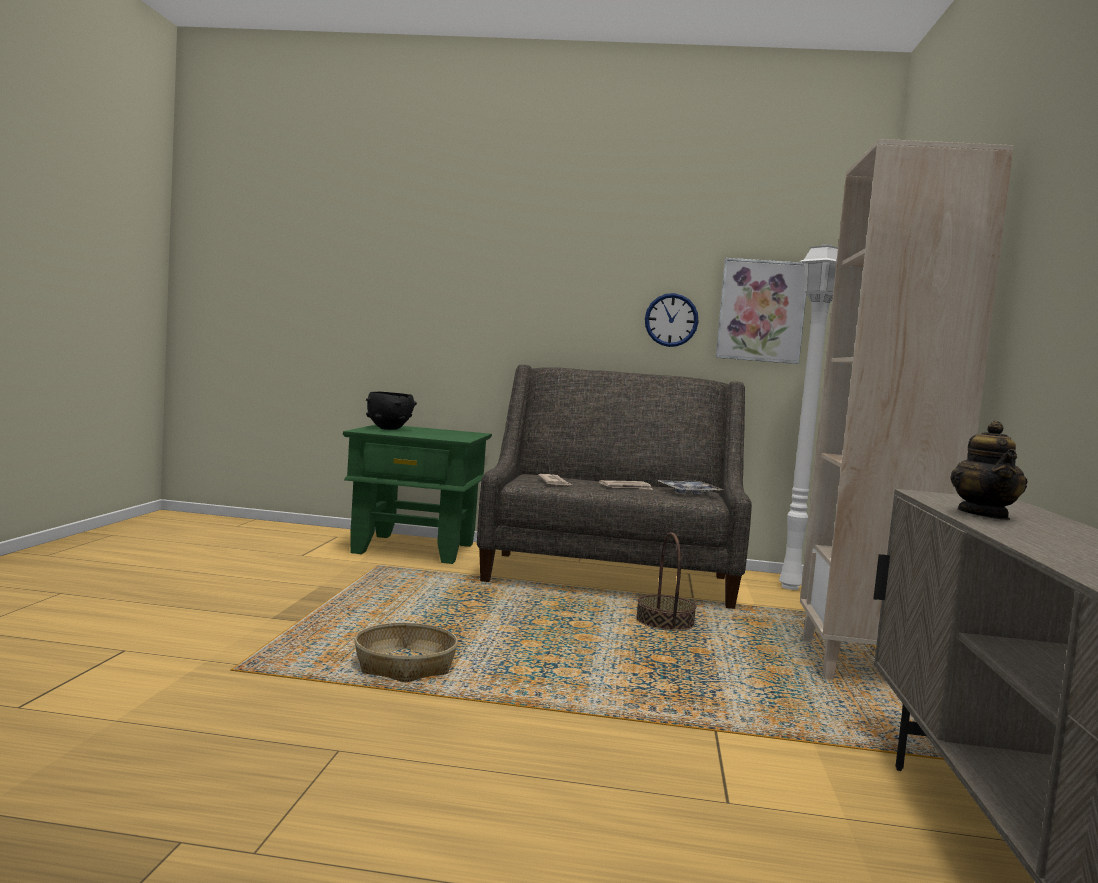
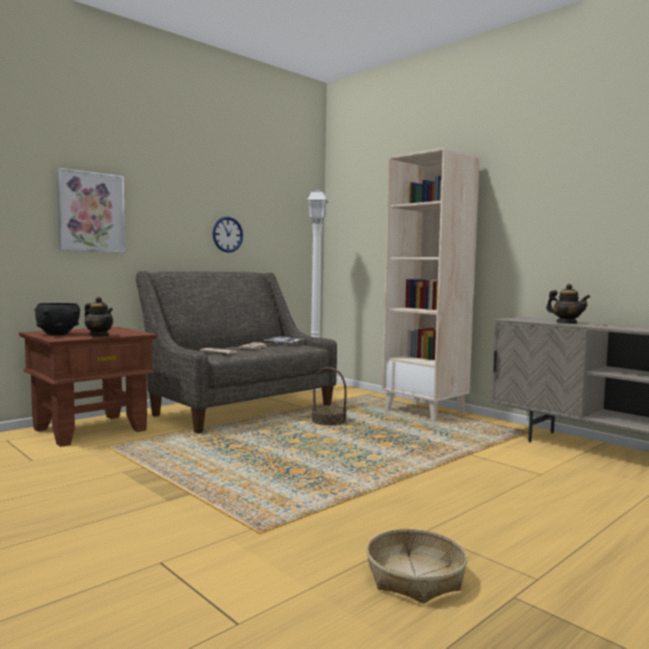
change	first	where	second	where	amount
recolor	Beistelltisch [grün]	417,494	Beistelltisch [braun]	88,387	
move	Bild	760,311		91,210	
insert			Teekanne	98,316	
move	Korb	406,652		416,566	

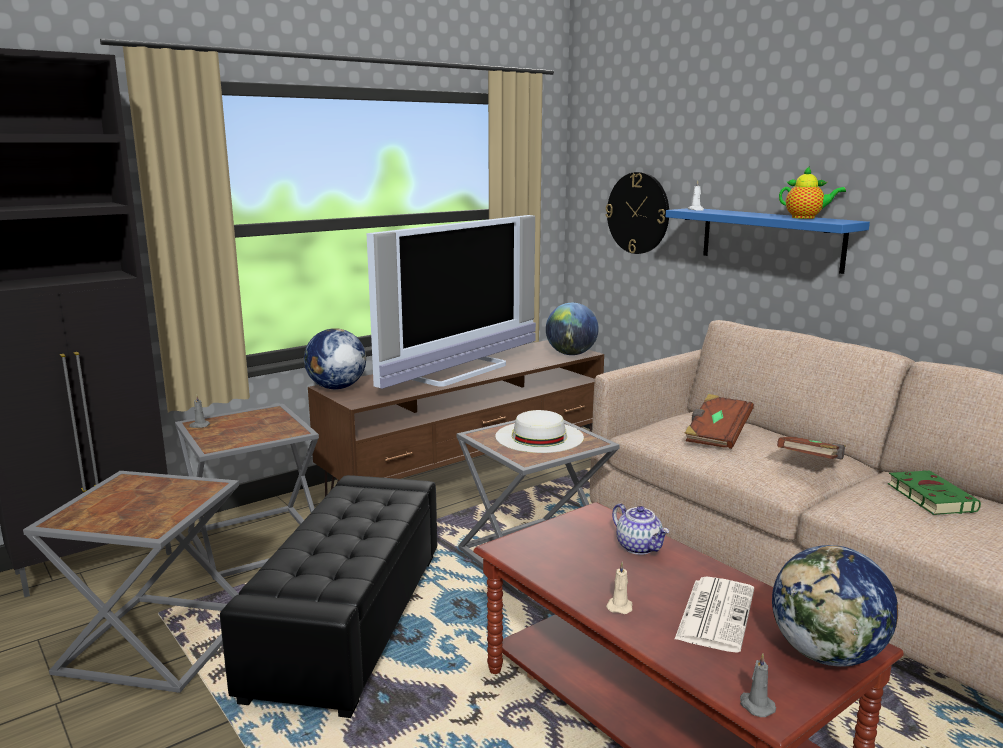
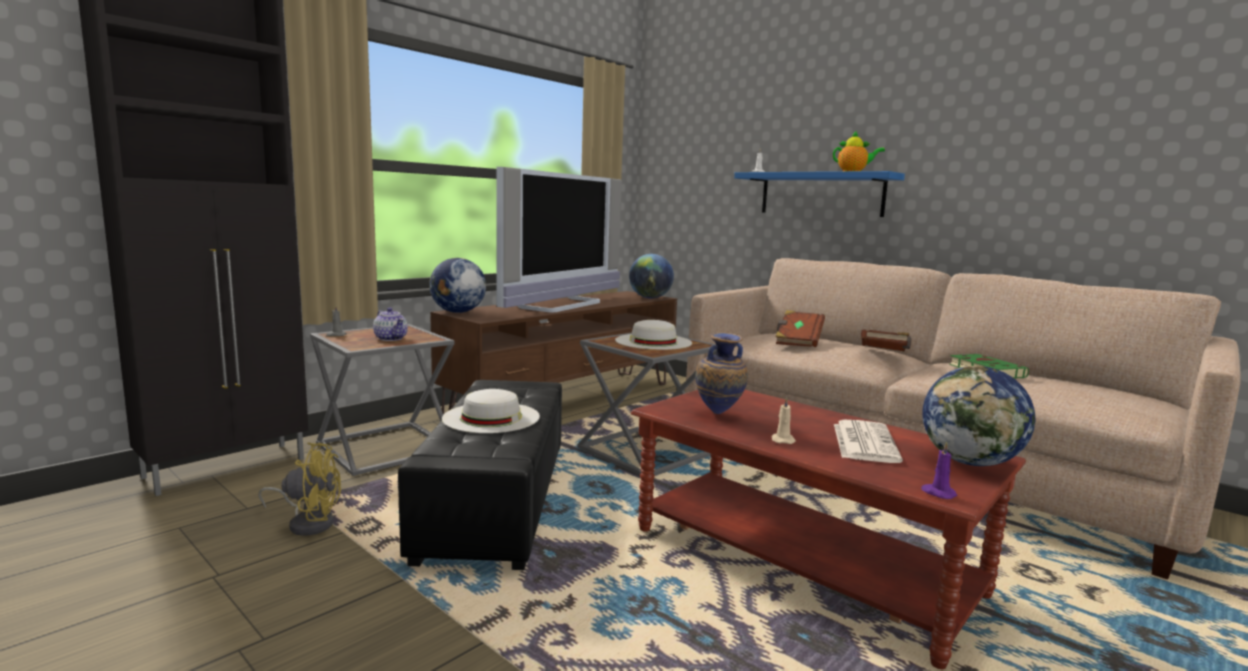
change	first	where	second	where	amount
replace	Beistelltisch [grau]	131,582	Ventilator [gelb]	299,489	
move	Teekanne	640,529		390,324	
insert			Hut [weiß]	491,411	
insert			Vase	721,373	
recolor	Kerze [grau]	758,685	Kerze [lila]	939,470	
delete	Wanduhr	637,213			

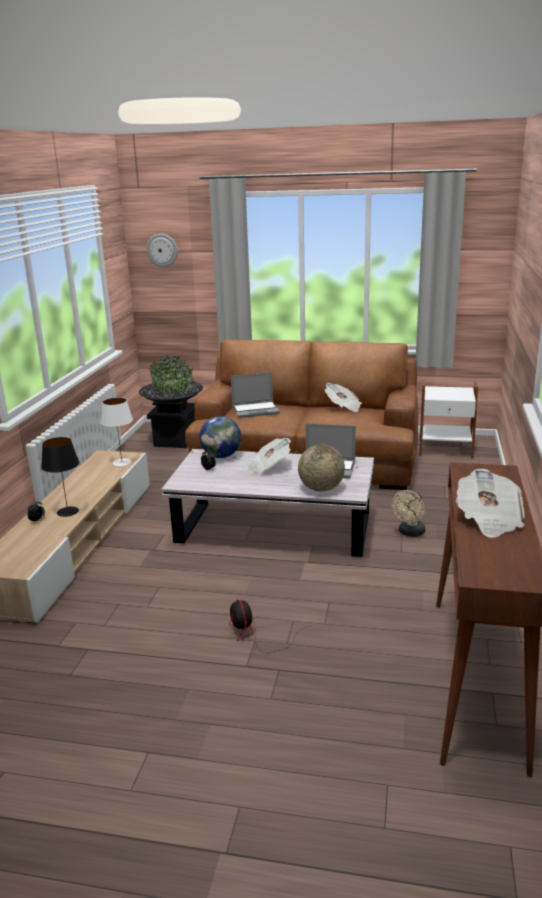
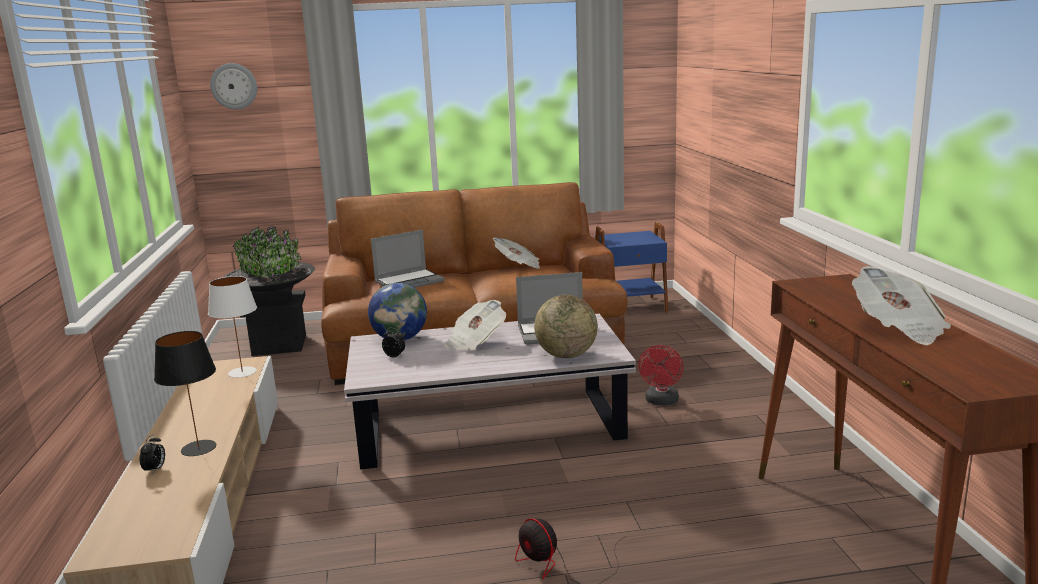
change	first	where	second	where	amount
recolor	Beistelltisch [weiß]	448,419	Beistelltisch [blau]	631,267	
recolor	Ventilator [beige]	408,513	Ventilator [rot]	661,375	

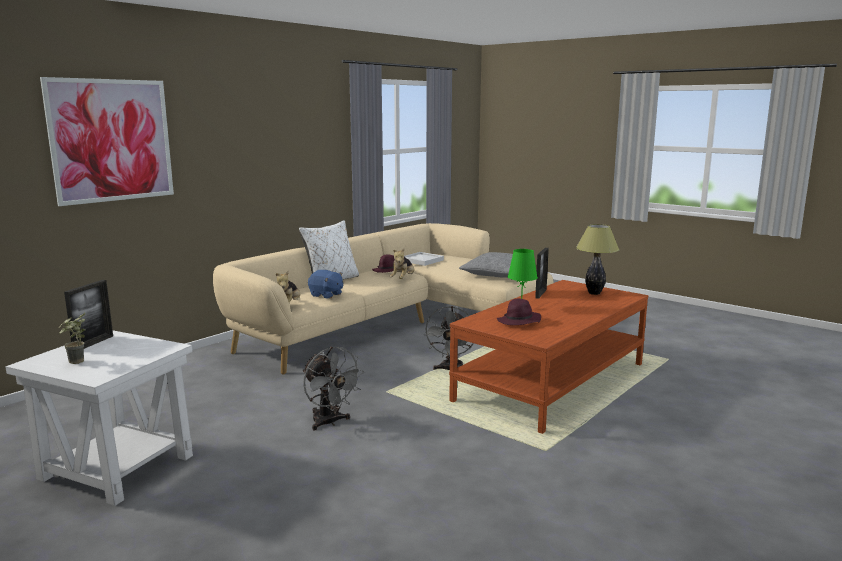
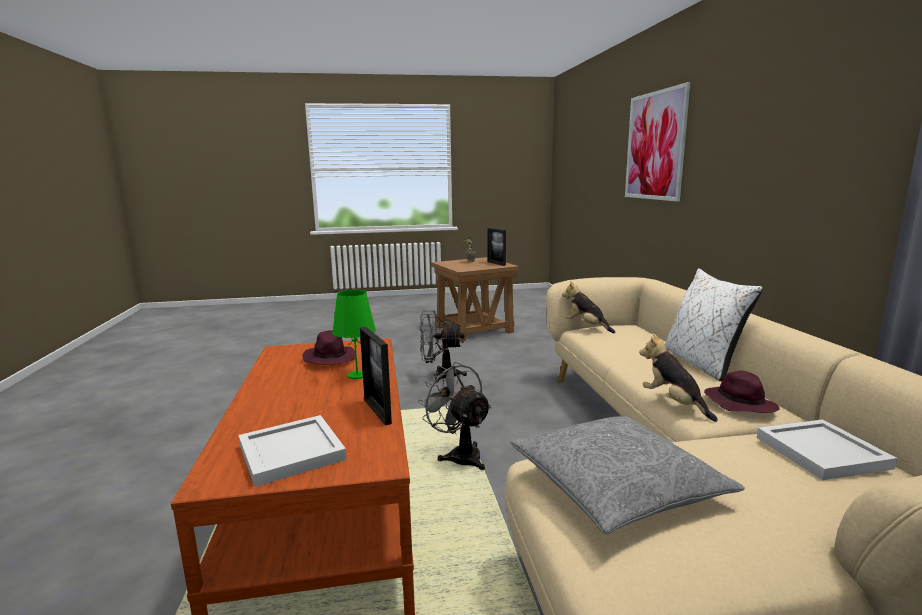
change	first	where	second	where	amount
replace	Tischlampe	597,259	Tablett [weiß]	292,451	
recolor	Beistelltisch [weiß]	99,418	Beistelltisch [braun]	475,299	
delete	Plüschtier [blau]	325,284			

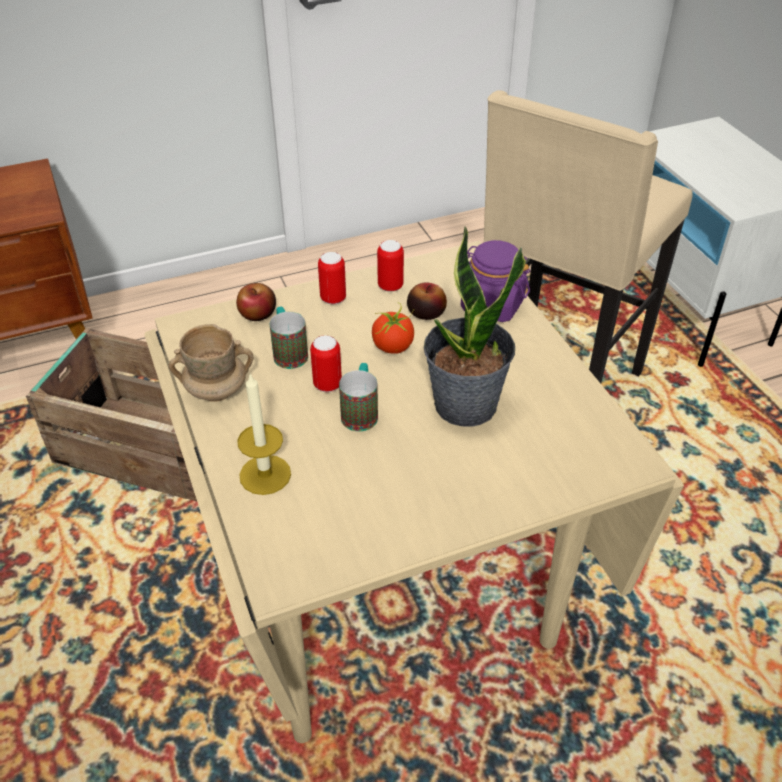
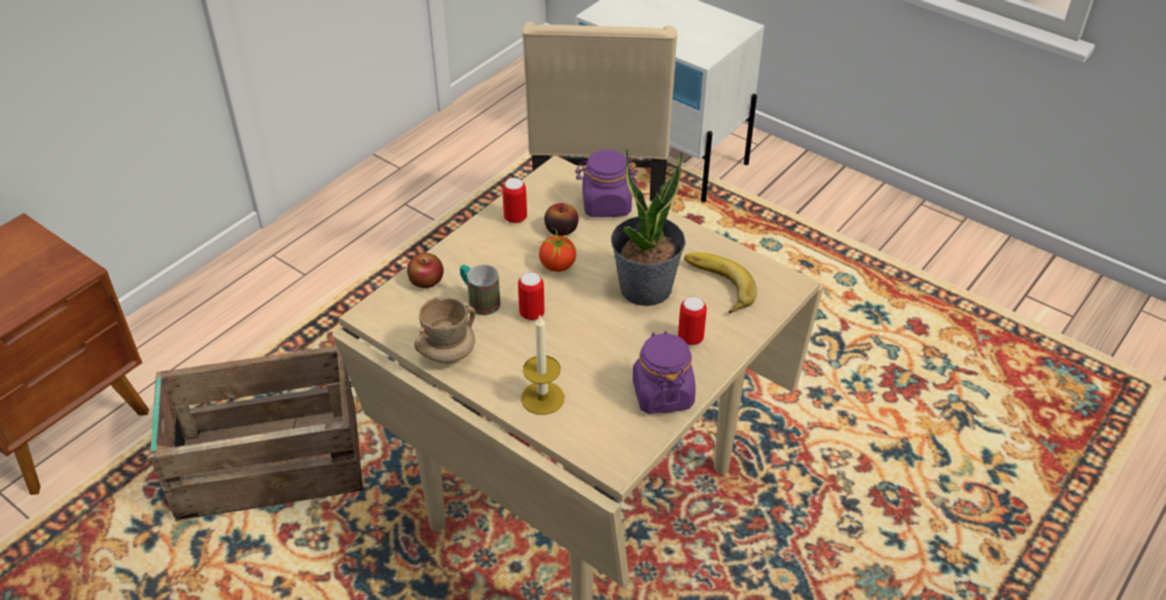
change	first	where	second	where	amount
insert			Vorratsglas [lila]	664,372	
move	Dose	332,278		692,321	
insert			Banane	720,283	
delete	Henkelbecher	358,397			

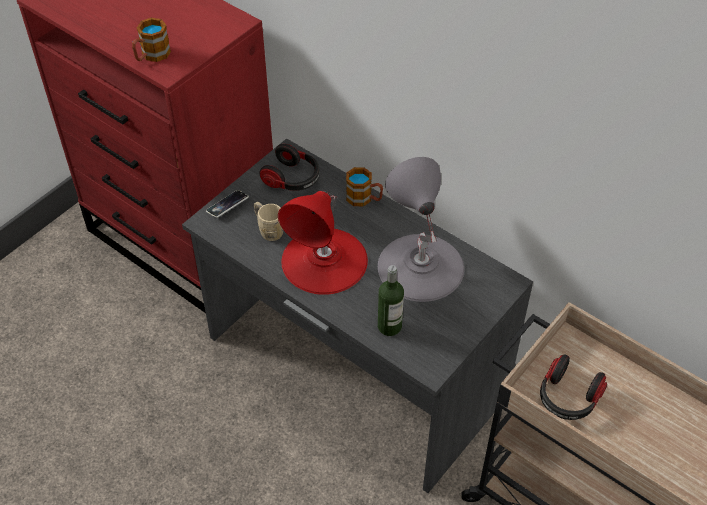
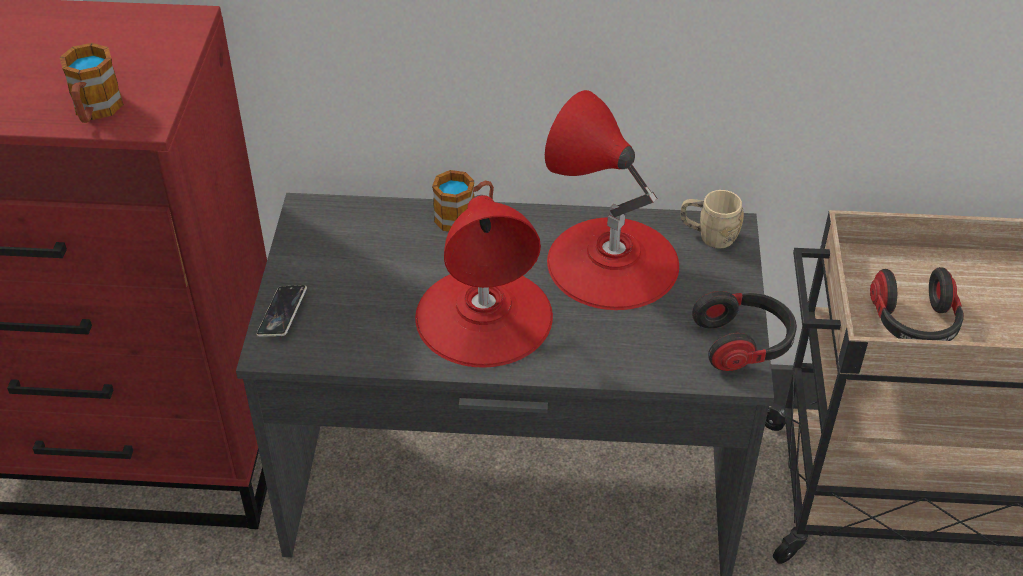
change	first	where	second	where	amount
recolor	Tischlampe [grau]	421,229	Tischlampe [rot]	612,200	
move	Henkelbecher [beige]	268,221		712,219	
move	Kopfhörer	289,167		744,331	
delete	Flasche	391,300			

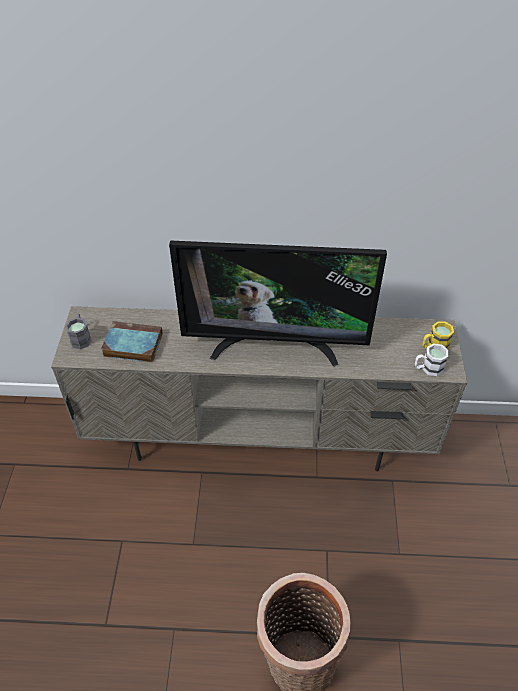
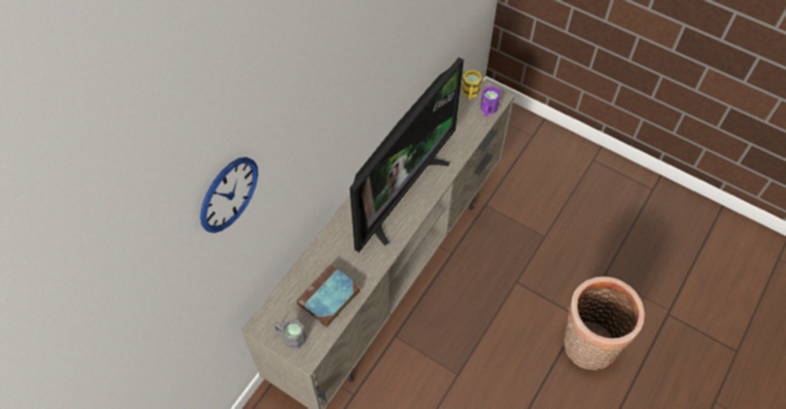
change	first	where	second	where	amount
insert			Wanduhr	229,195	
recolor	Henkelbecher [weiß]	431,359	Henkelbecher [lila]	490,102	

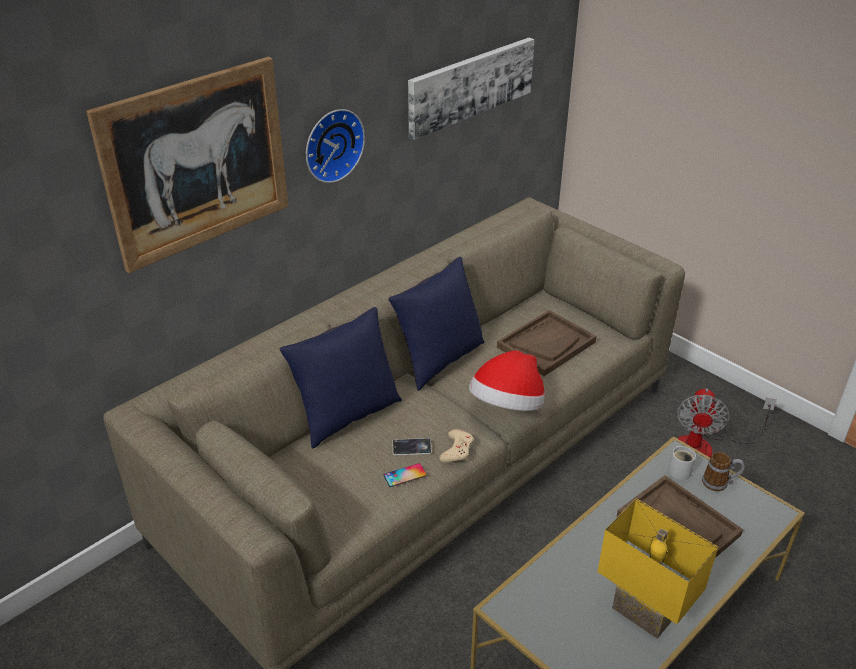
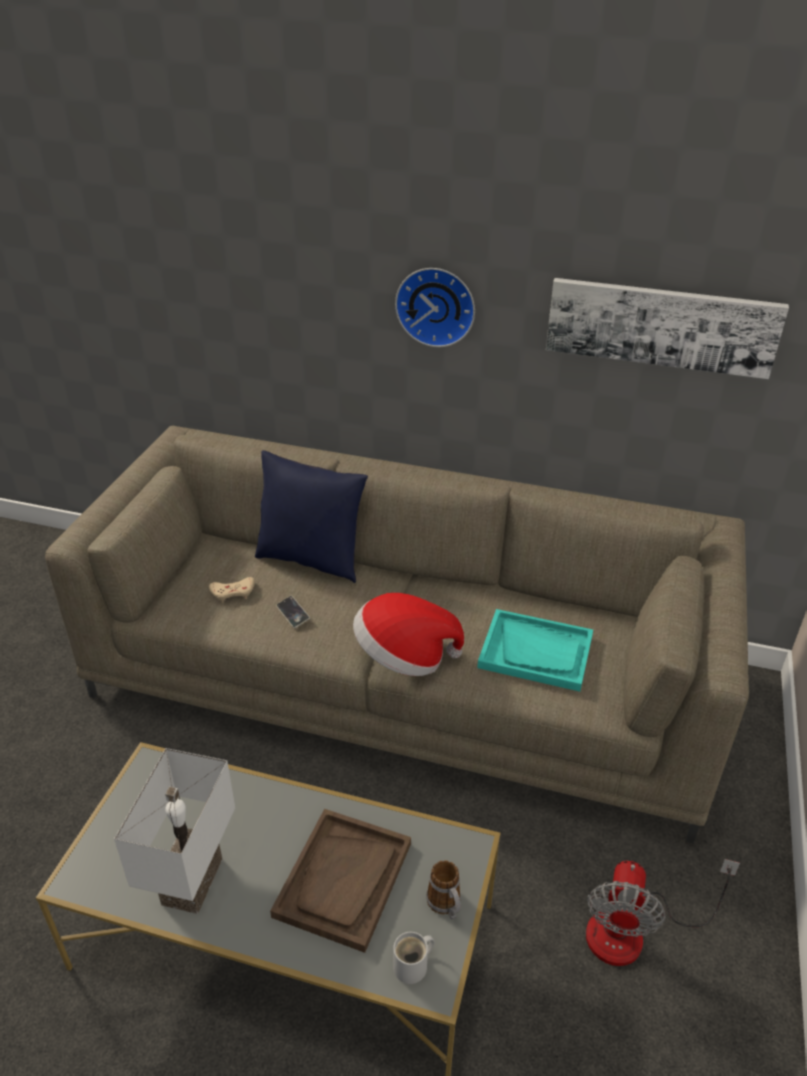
change	first	where	second	where	amount
recolor	Tischlampe [gelb]	658,568	Tischlampe [weiß]	174,831	
move	Gamepad [beige]	456,446		232,590	
move	Henkelbecher [weiß]	682,463		413,958	
recolor	Tablett [braun]	547,343	Tablett [türkis]	535,650	
rotate	Ventilator	727,423		663,912	60 degrees counterclockwise
delete	Bild	187,165			
delete	Handy	405,475			
delete	Kissen [blau]	436,324			

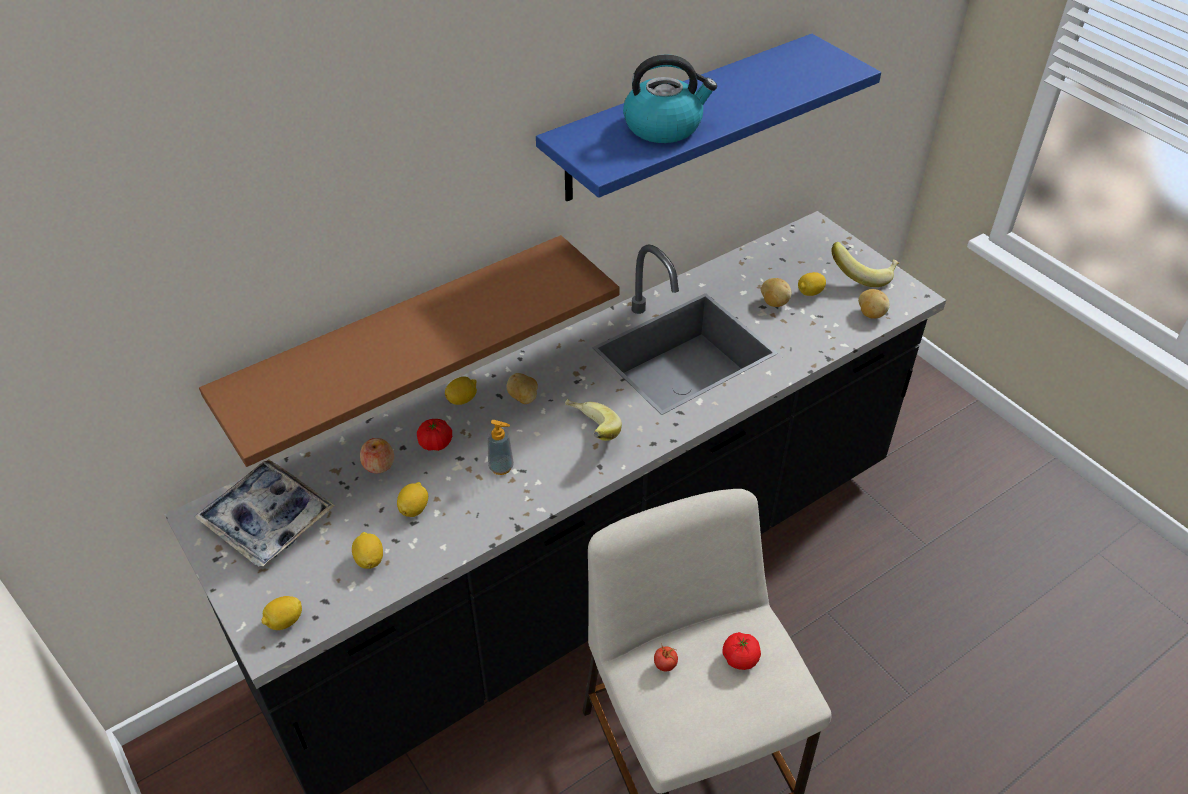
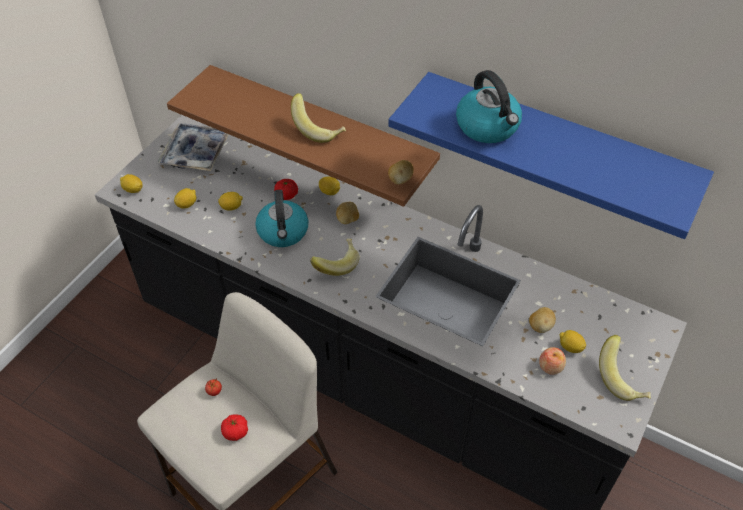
change	first	where	second	where	amount
replace	Seifenspender	500,447	Wasserkessel	282,218	
insert			Banane	318,118	
move	Kartoffel	874,304		401,172	
move	Apfel	377,455		552,361	

